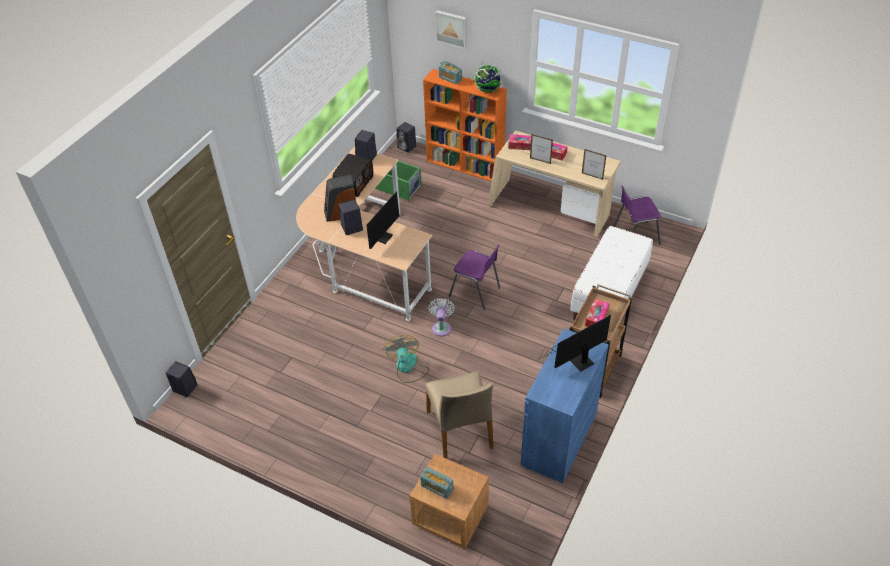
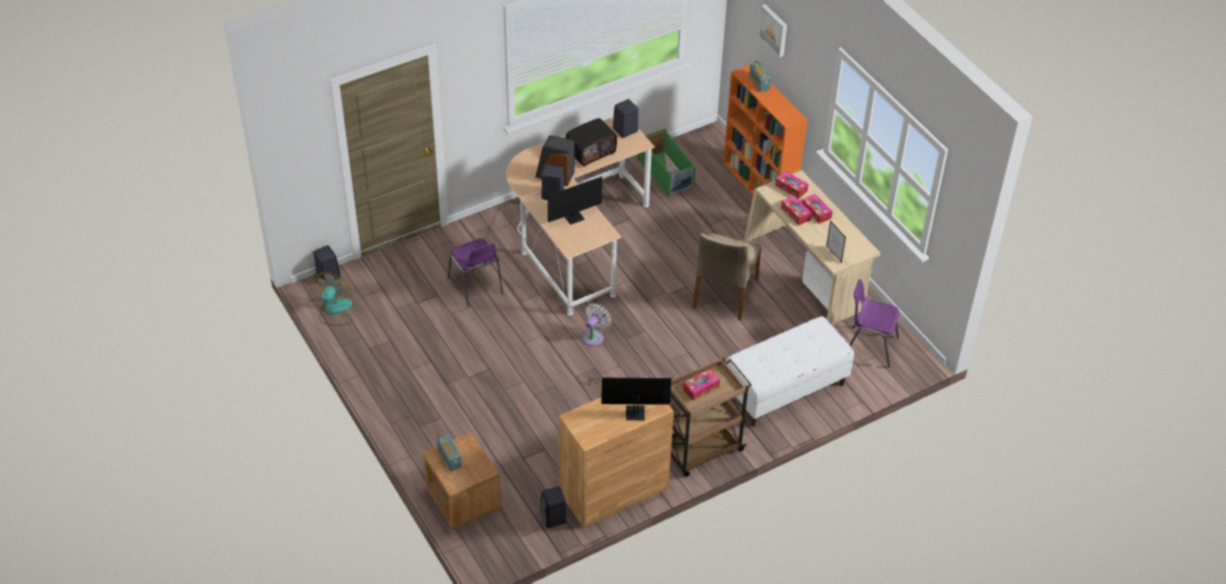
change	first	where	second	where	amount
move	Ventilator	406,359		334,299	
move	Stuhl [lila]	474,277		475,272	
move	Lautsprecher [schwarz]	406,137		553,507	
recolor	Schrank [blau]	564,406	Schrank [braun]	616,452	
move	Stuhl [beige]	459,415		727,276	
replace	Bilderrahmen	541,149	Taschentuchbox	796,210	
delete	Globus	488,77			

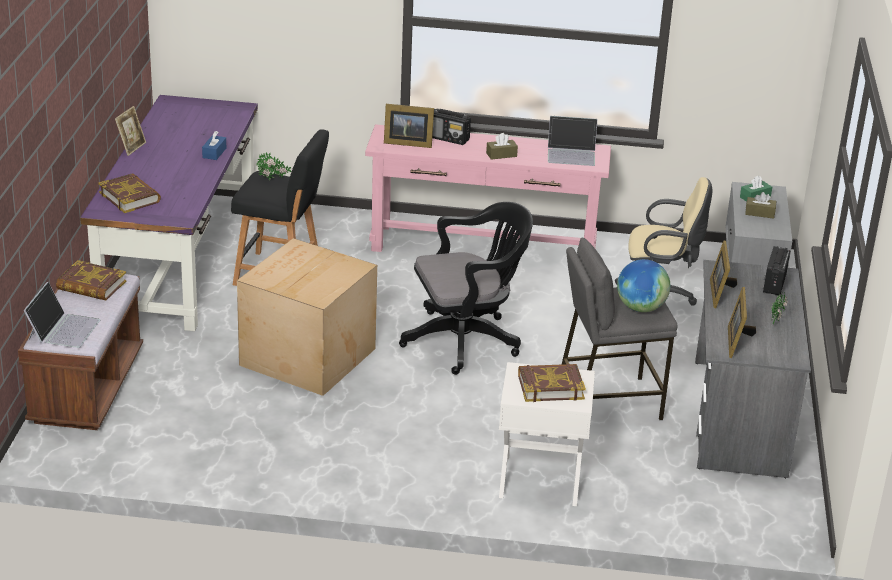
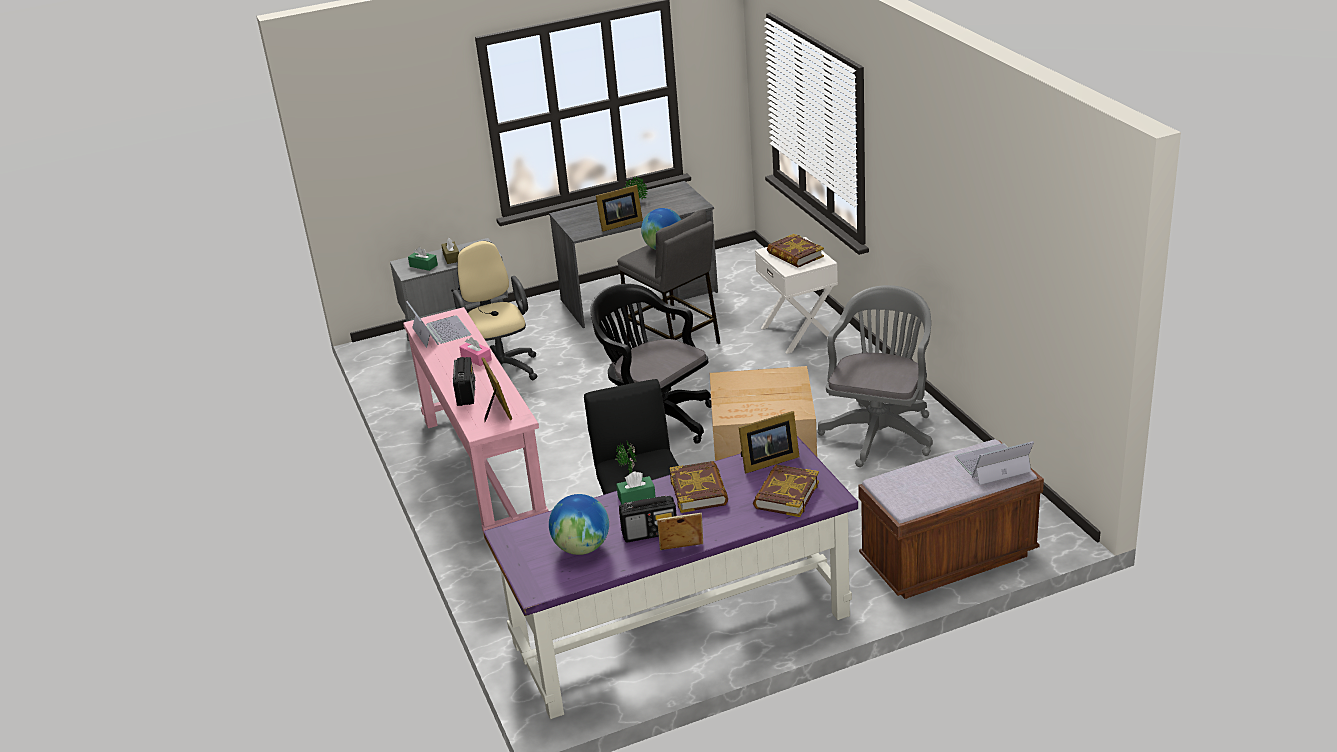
change	first	where	second	where	amount
recolor	Taschentuchbox [braun]	502,146	Taschentuchbox [rosa]	476,351	
insert			Globus	579,524	
recolor	Taschentuchbox [blau]	214,145	Taschentuchbox [grün]	636,488	
move	Radio	776,270		648,519	
move	Buch	91,280		699,487	
move	Bilderrahmen	742,322		769,442	
insert			Bürostuhl [grau]	875,376	

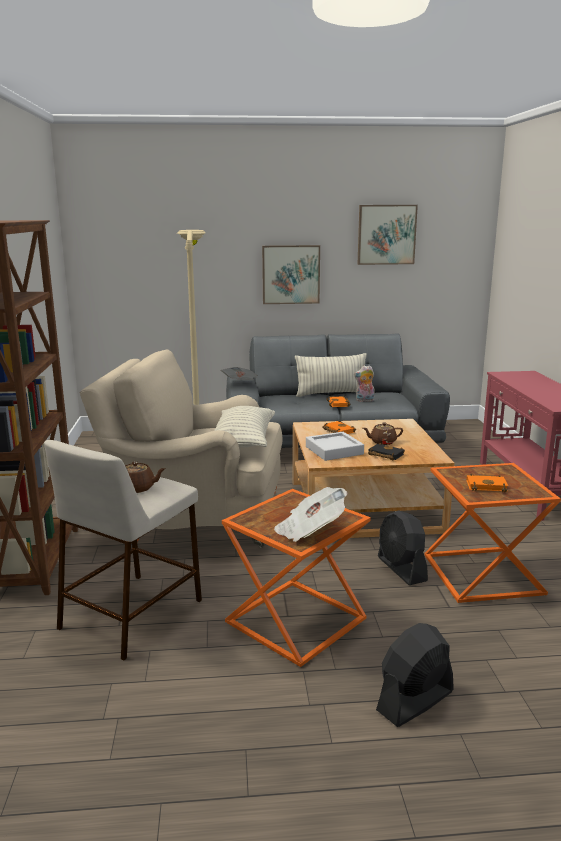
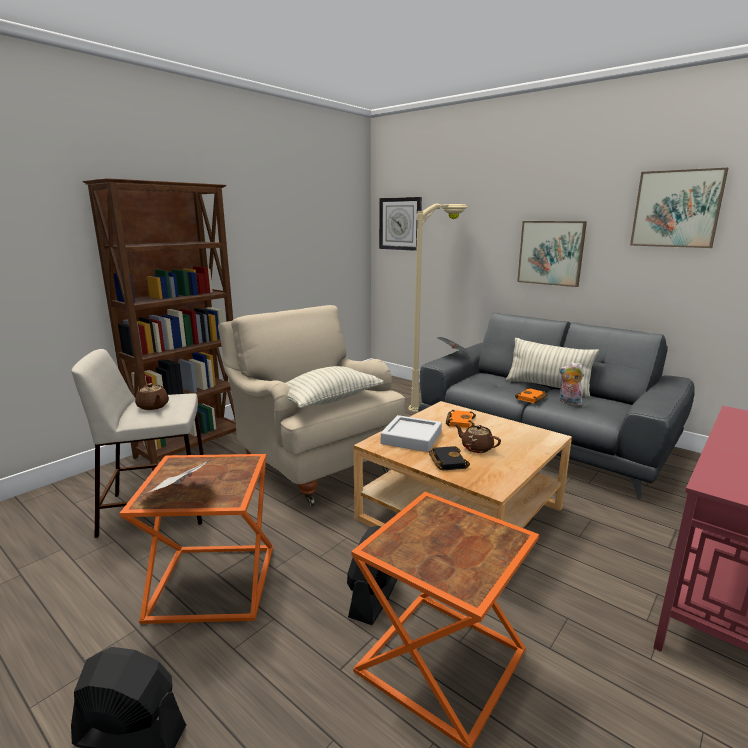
change	first	where	second	where	amount
insert			Wanduhr	400,224	
delete	Buch [orange]	487,483			

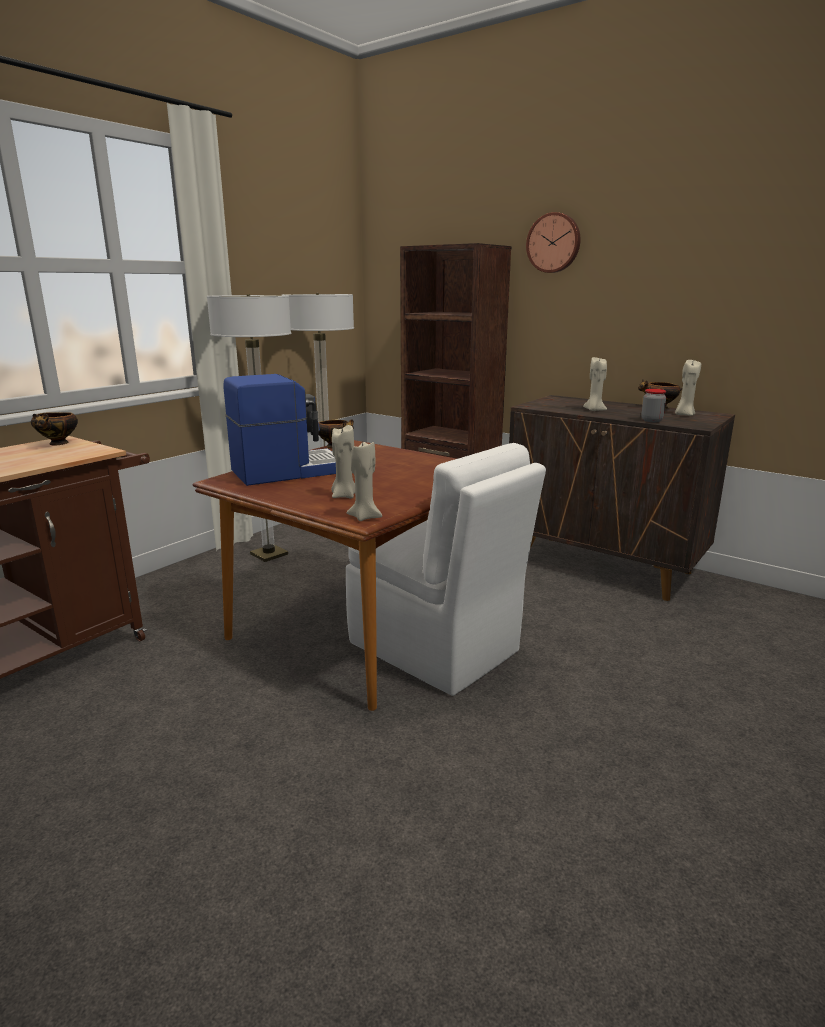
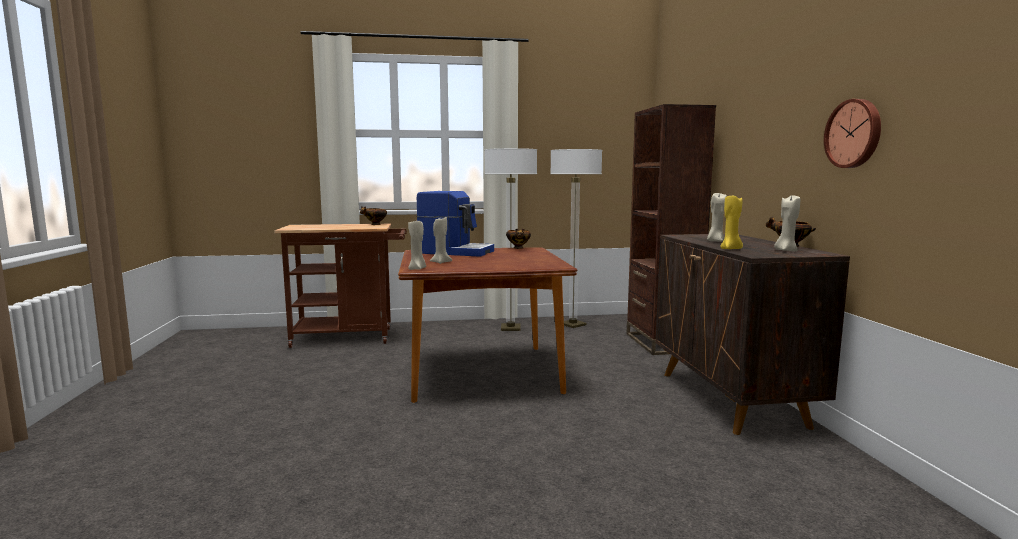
change	first	where	second	where	amount
replace	Vorratsglas	653,405	Kerze [gelb]	731,222	
move	Wanduhr	553,242		852,133	
delete	Stuhl [weiß]	446,569			

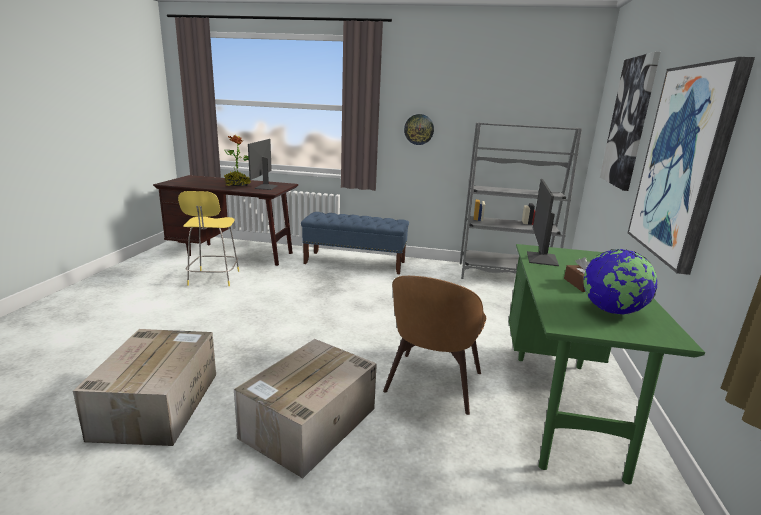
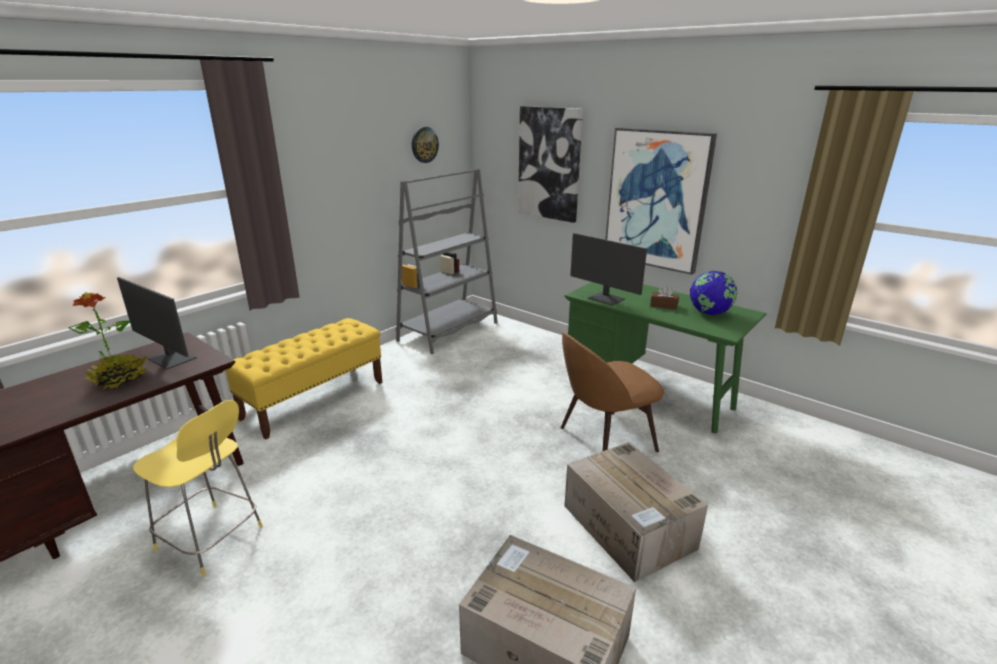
change	first	where	second	where	amount
recolor	Bank [blau]	355,243	Bank [gelb]	303,379	
move	Wanduhr	419,129		425,145	
rotate	Stuhl [braun]	434,345		612,392	105 degrees clockwise

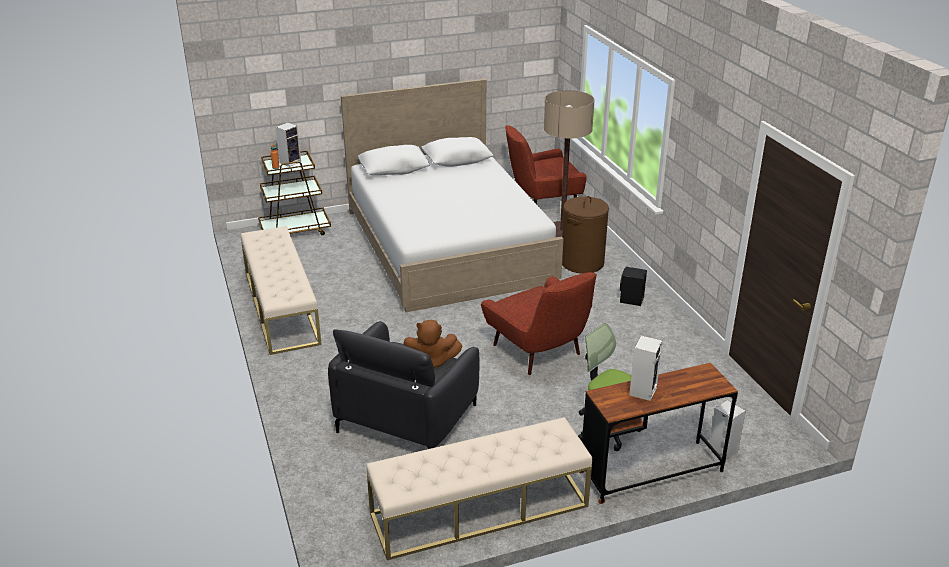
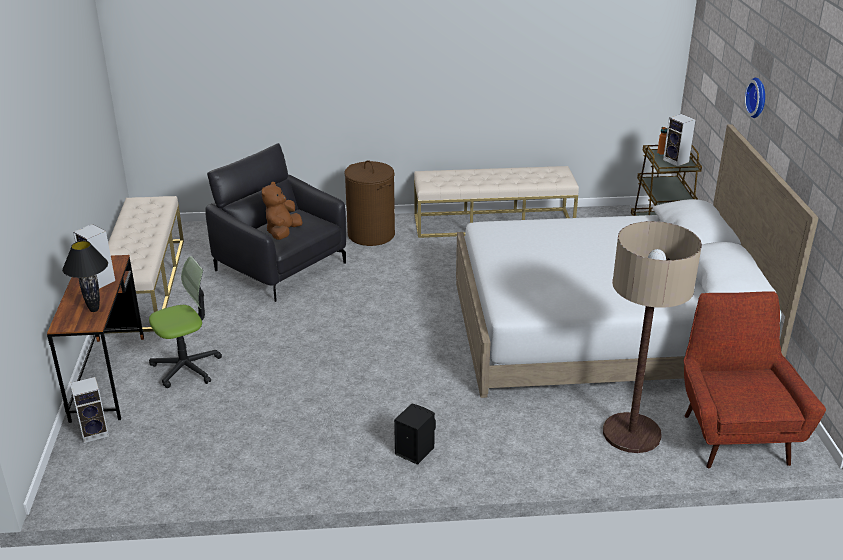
change	first	where	second	where	amount
insert			Tischlampe [schwarz]	85,276	
move	Wäschekorb [braun]	585,235		369,203	
insert			Wanduhr	754,98	
delete	Sessel [rot]	539,323			

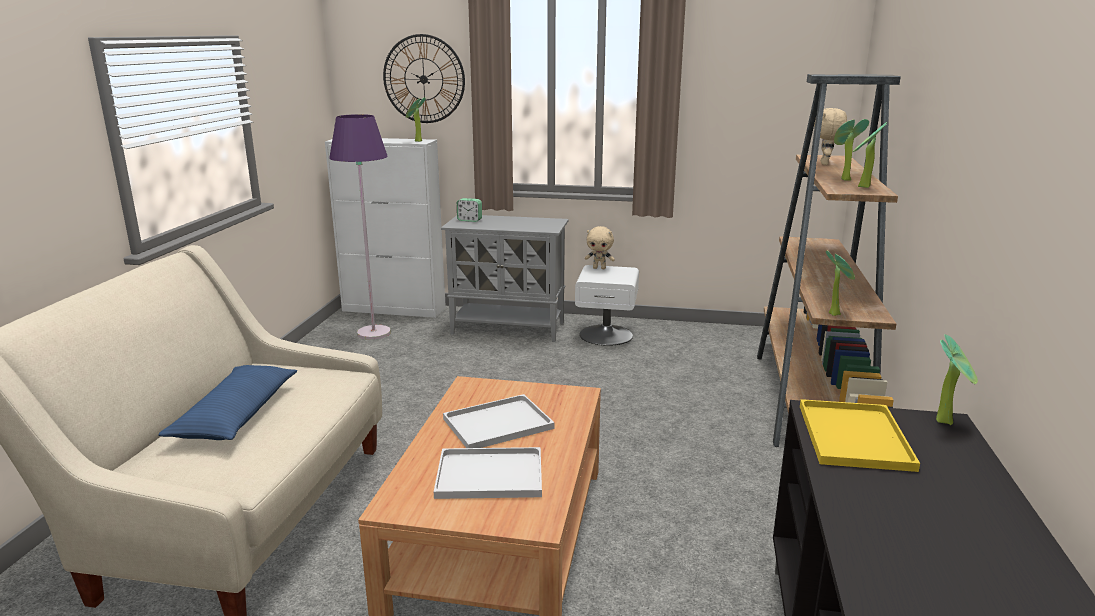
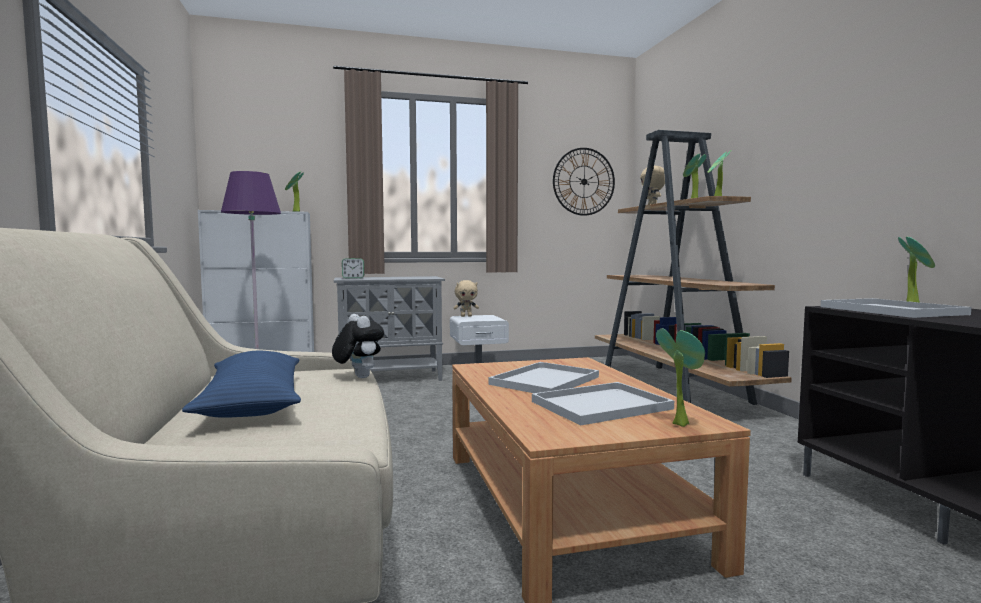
change	first	where	second	where	amount
insert			Plüschtier	358,346	
move	Wanduhr	424,78		584,182	
move	Topfpflanze	840,283		680,377	
recolor	Tablett [gelb]	860,435	Tablett [weiß]	896,308	

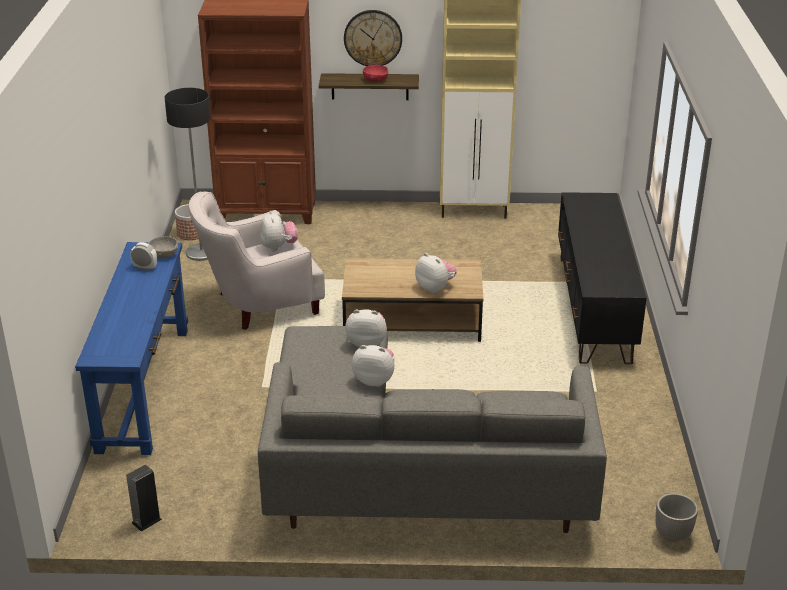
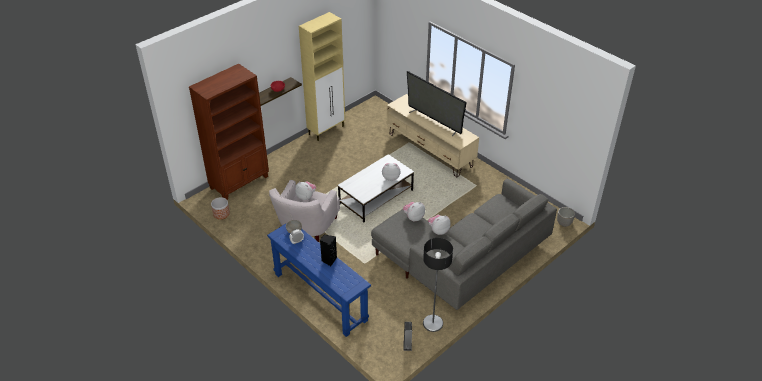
change	first	where	second	where	amount
insert			Lautsprecher [schwarz]	328,250	
recolor	Couchtisch [braun]	413,300	Couchtisch [weiß]	376,188	
recolor	Fernsehschrank [schwarz]	602,278	Fernsehschrank [beige]	433,135	
insert			Fernseher	437,104	
move	Stehlampe	187,174		438,285	
delete	Wanduhr	373,38			

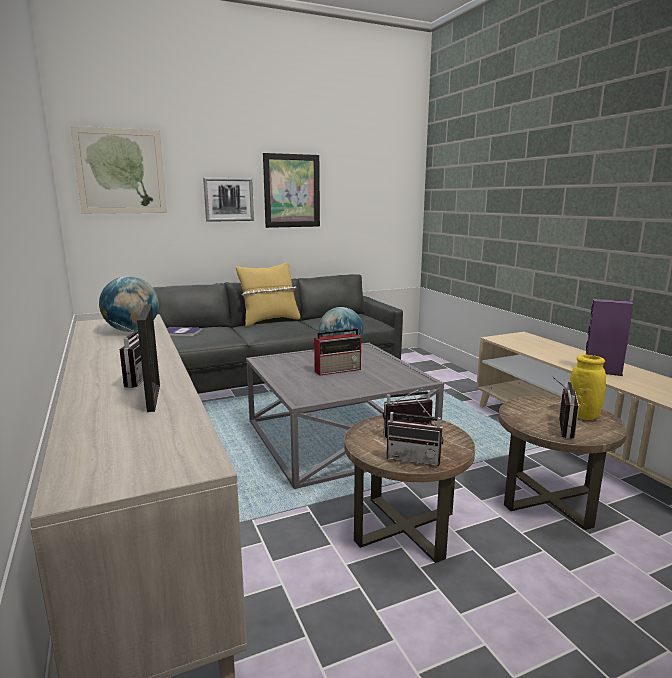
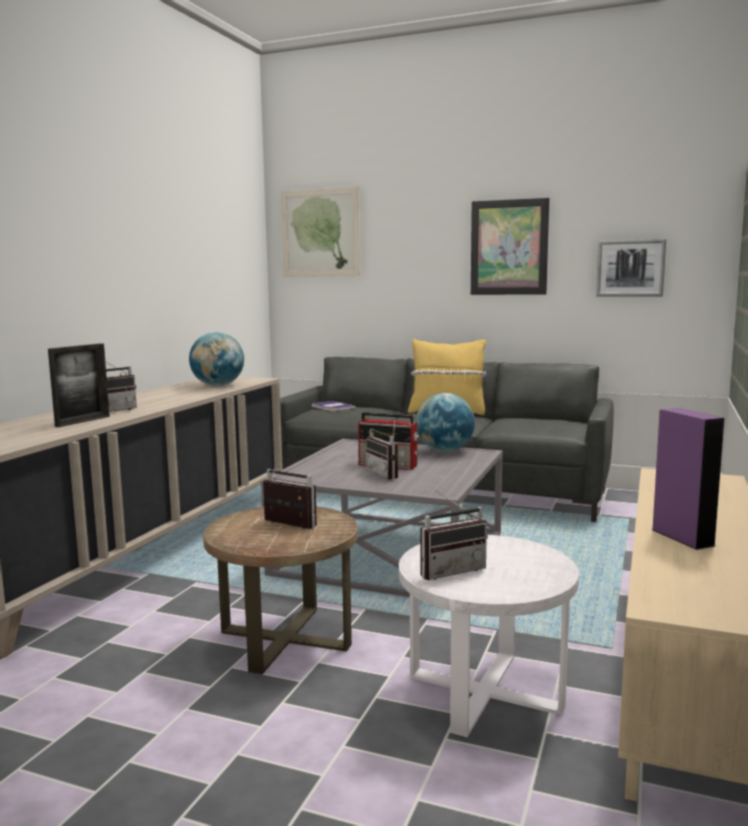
change	first	where	second	where	amount
move	Radio	415,430		382,449	
recolor	Beistelltisch [braun]	563,463	Beistelltisch [weiß]	489,636	
move	Bild	228,199		631,268	
delete	Vase [gelb]	587,387			

